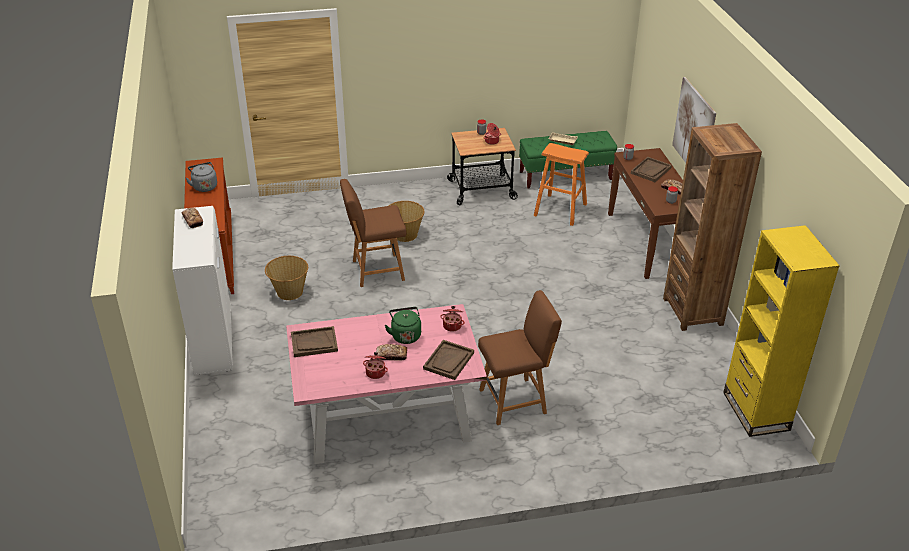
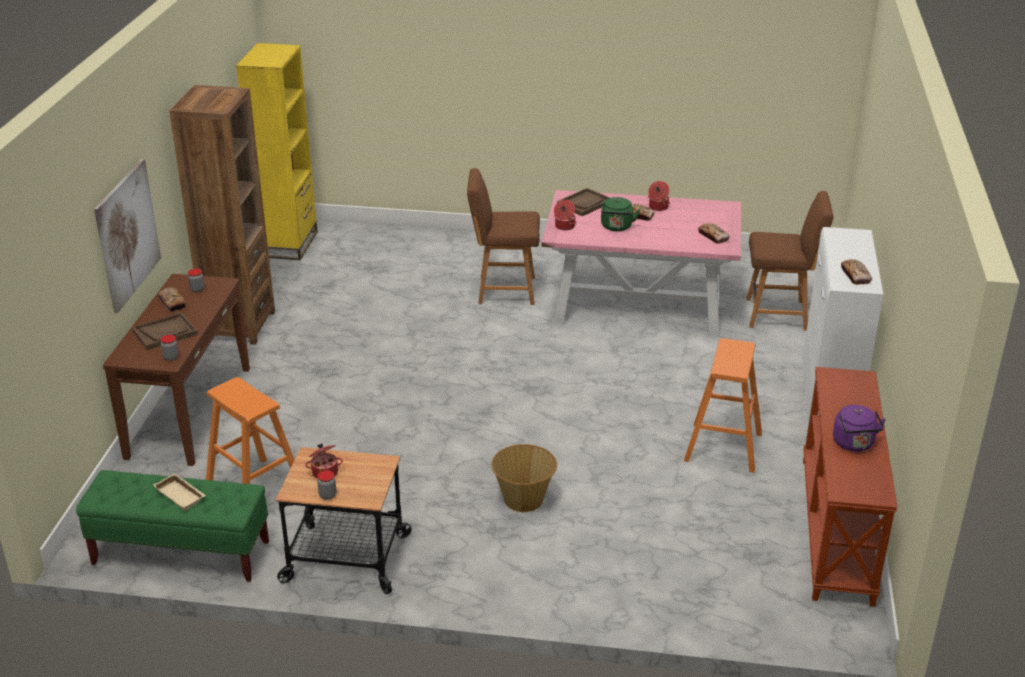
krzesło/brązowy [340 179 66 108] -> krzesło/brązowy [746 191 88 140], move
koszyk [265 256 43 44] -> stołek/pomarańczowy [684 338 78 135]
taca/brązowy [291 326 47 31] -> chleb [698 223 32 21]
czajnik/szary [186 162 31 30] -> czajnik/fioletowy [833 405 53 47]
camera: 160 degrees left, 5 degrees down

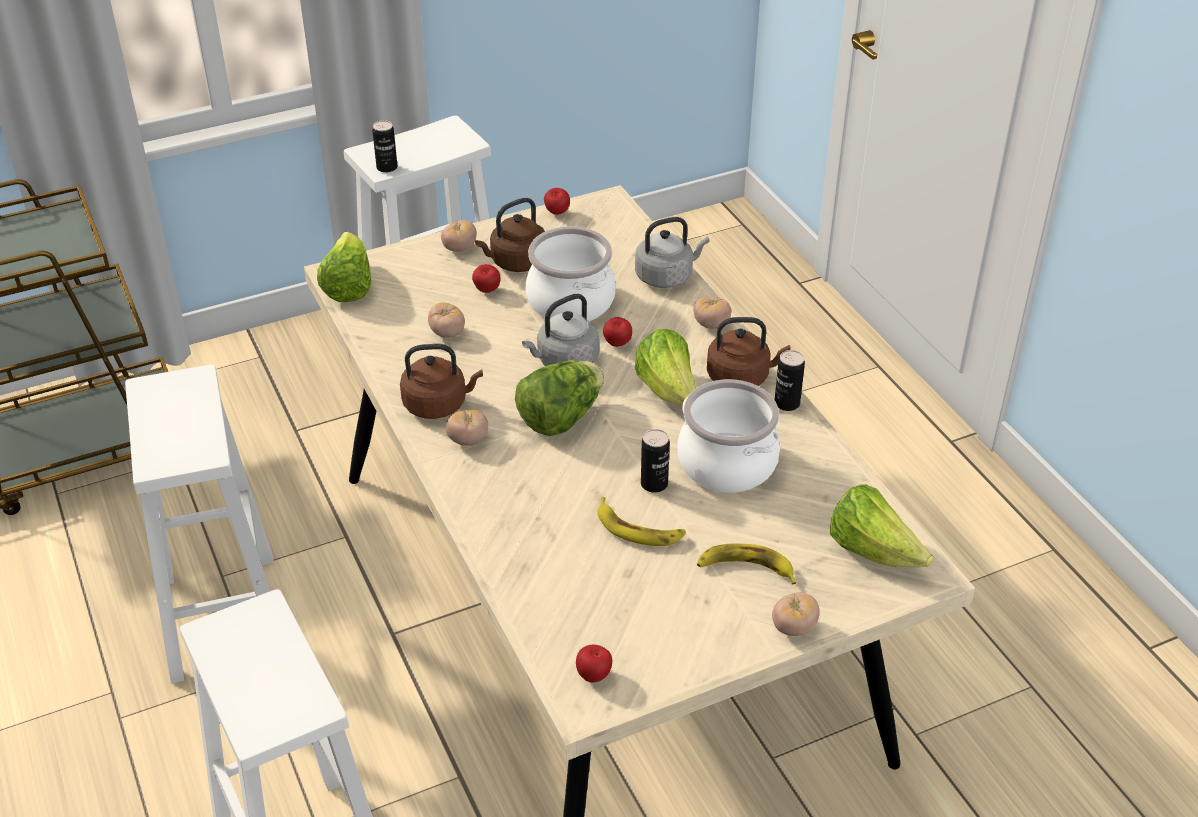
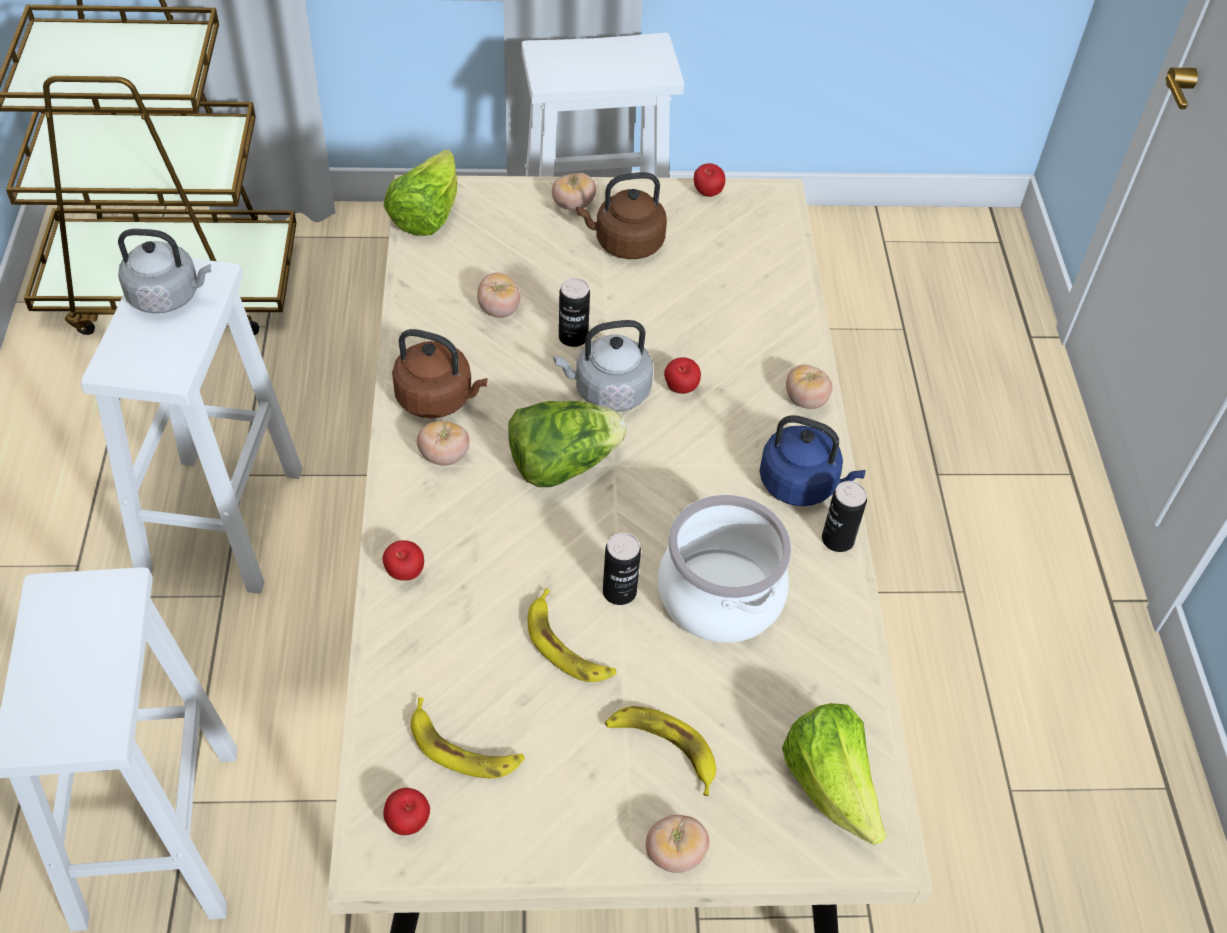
garnek [526 226 90 95] -> none
sałata [635 329 61 77] -> none
none -> banan [411 697 114 81]
puszka [372 120 25 53] -> puszka [559 278 31 69], move
jabłko [472 264 28 29] -> jabłko [383 540 41 41], move
czajnik/szary [635 217 74 71] -> czajnik/szary [118 229 93 85], move
czajnik/brązowy [707 317 84 69] -> czajnik/niebieski [759 415 107 91]
camera: 20 degrees right, 10 degrees up

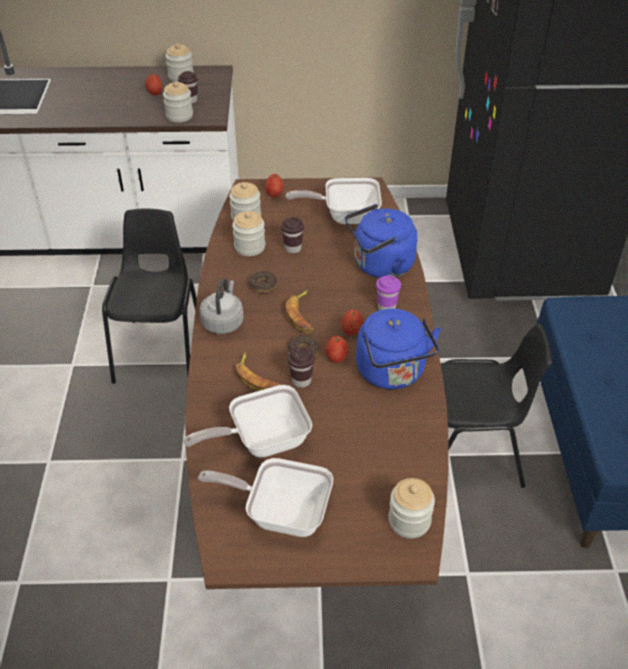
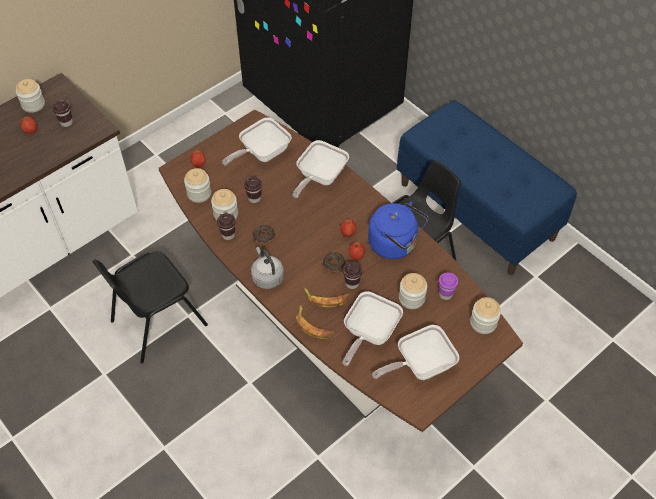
none -> filiżanka/brązowy [217 213 19 27]
słoik [163 81 30 41] -> słoik [399 273 28 36], move
banan [286 290 28 42] -> banan [296 305 38 34], move
filiżanka/fioletowy [376 275 25 35] -> filiżanka/fioletowy [439 273 19 27], move
czajnik/niebieski [345 204 73 74] -> patelnia [293 140 56 58]
krzesło/czarny [102 209 95 175] -> krzesło/czarny [92 251 116 113], 90 degrees counterclockwise
camera: 40 degrees left, 10 degrees up

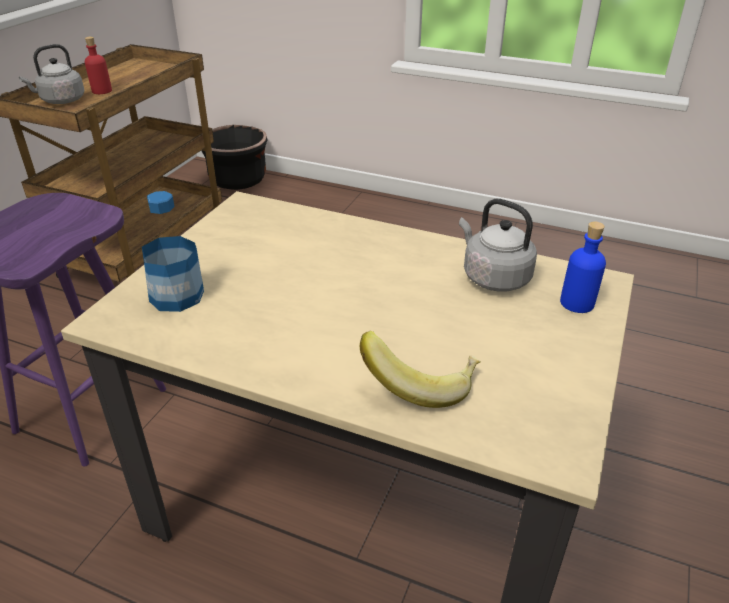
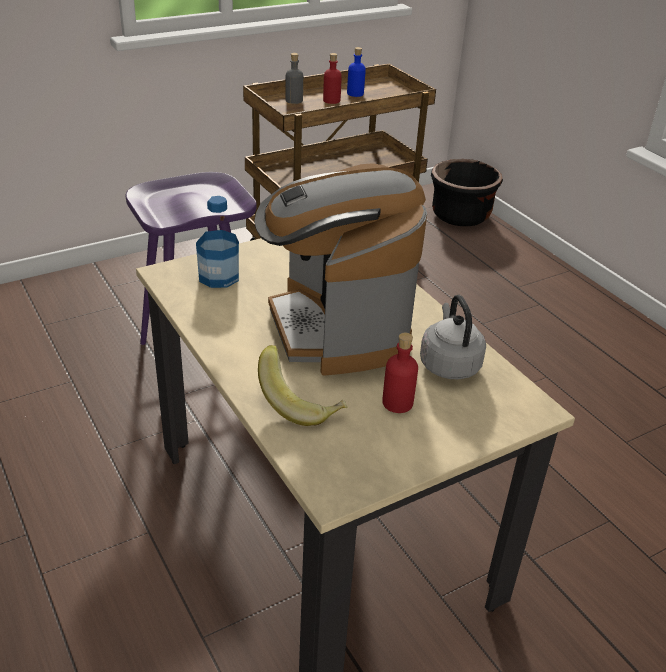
none -> ekspres do kawy [254 163 173 213]
none -> butelka/czerwony [382 333 36 80]
butelka/niebieski [560 221 46 92] -> butelka/niebieski [347 47 19 50], move
czajnik/szary [19 44 66 60] -> butelka/szary [286 53 17 51]
camera: 35 degrees right, 0 degrees up

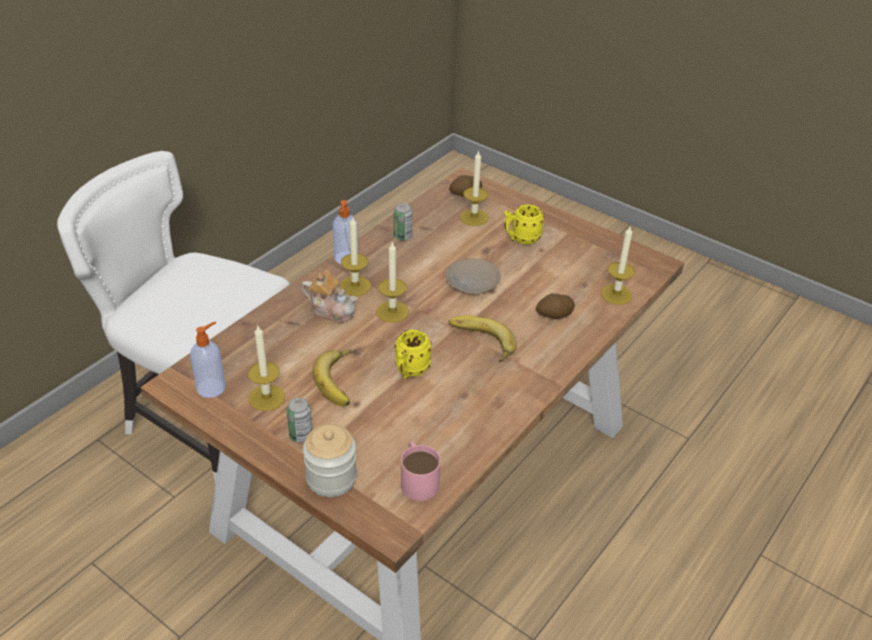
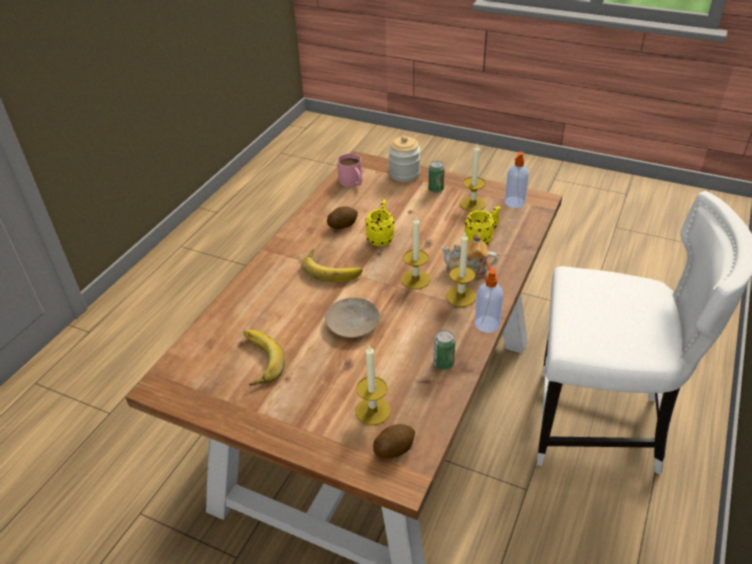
świeca [601 226 34 79] -> none
banan [312 350 44 56] -> banan [244 330 41 56], move
kubek/żółty [504 204 41 41] -> kubek/żółty [465 206 36 39], move
ziemniak [536 293 39 26] -> ziemniak [327 206 31 23], move
camera: 170 degrees right, 0 degrees up

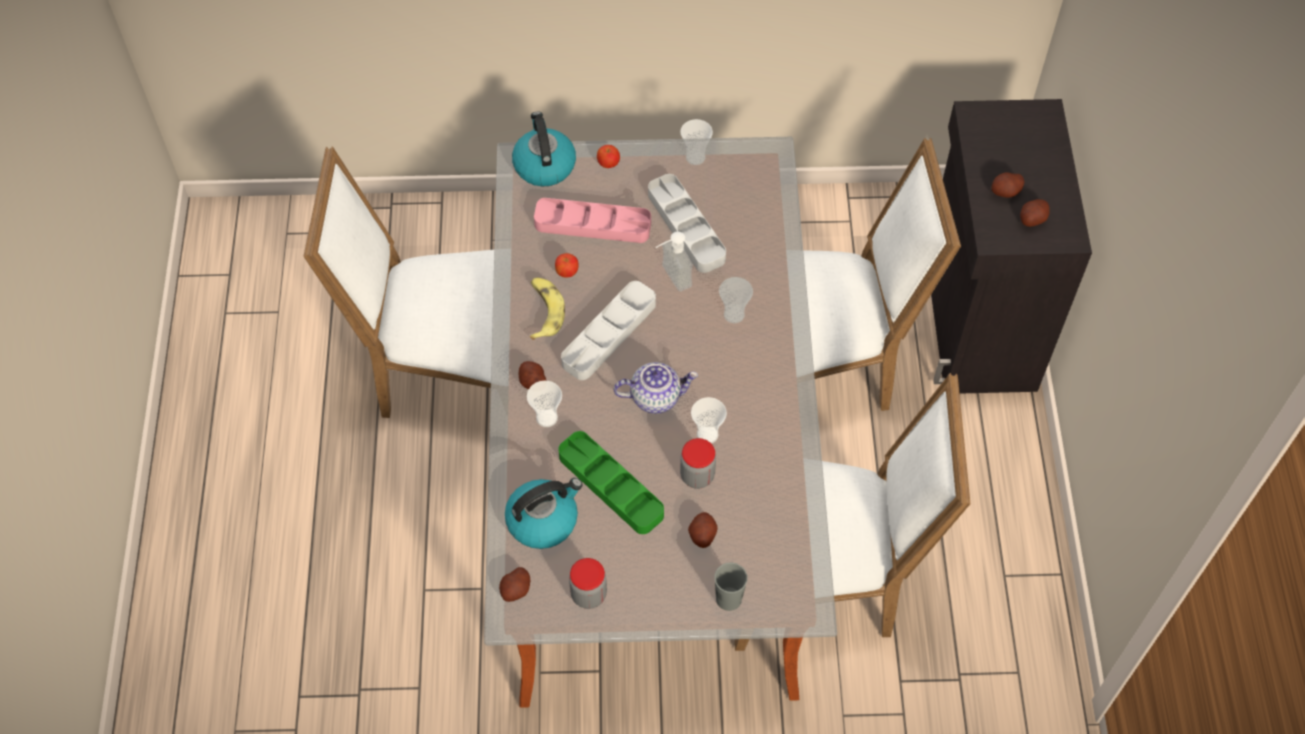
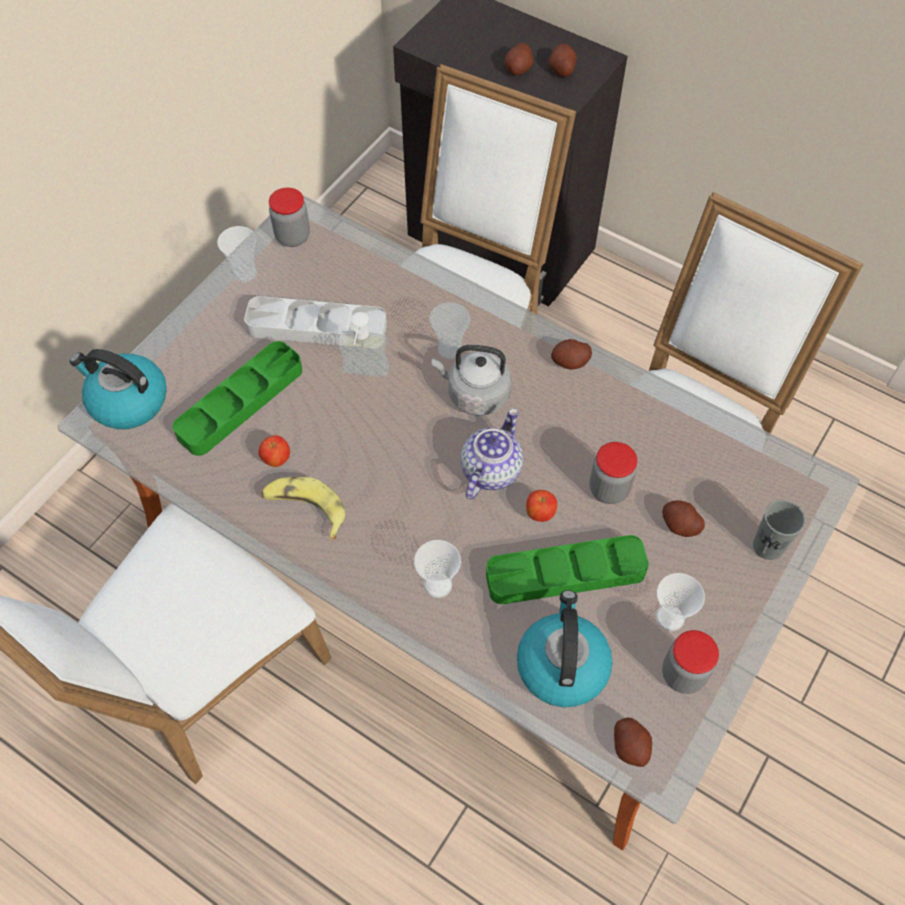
taca/szary [561 281 95 99] -> none
none -> słoik [269 188 41 59]
none -> czajnik/szary [432 345 79 70]
ziemniak [519 361 28 29] -> ziemniak [551 339 41 30], move
jabłko [597 145 23 23] -> jabłko [526 490 31 32], move
filiżanka [691 397 36 46] -> filiżanka [656 573 49 58], move
taca/różowy [534 198 117 45] -> taca/zielony [173 341 129 115]
camera: 55 degrees left, 0 degrees up

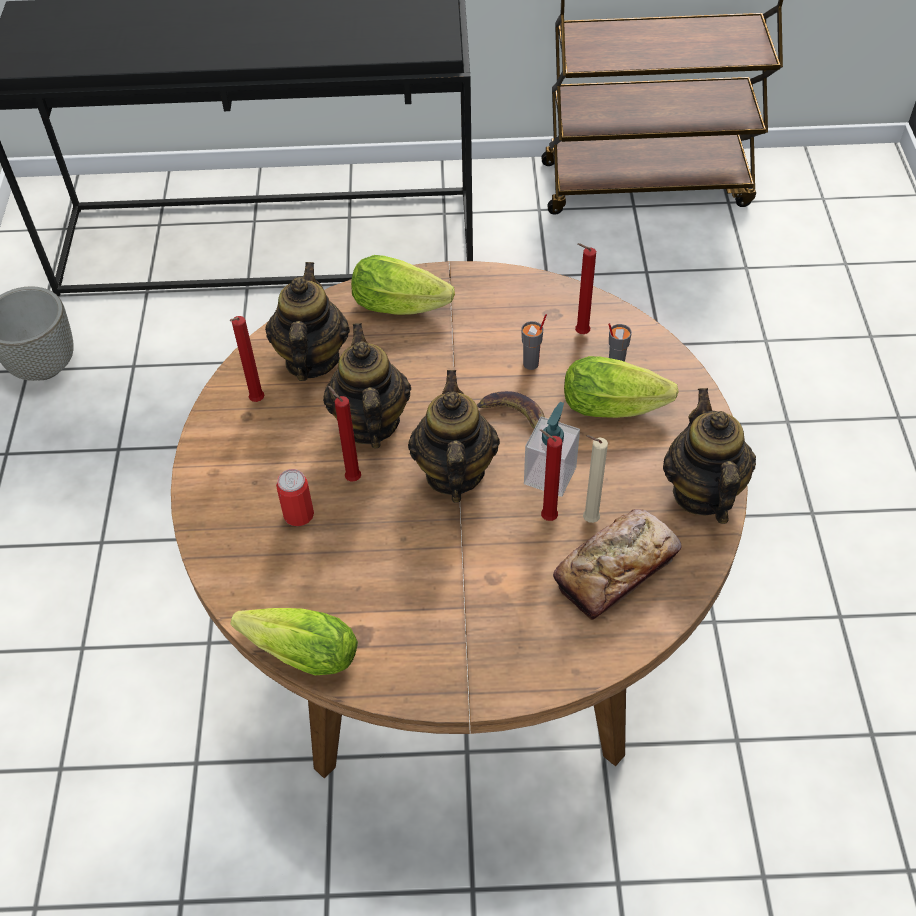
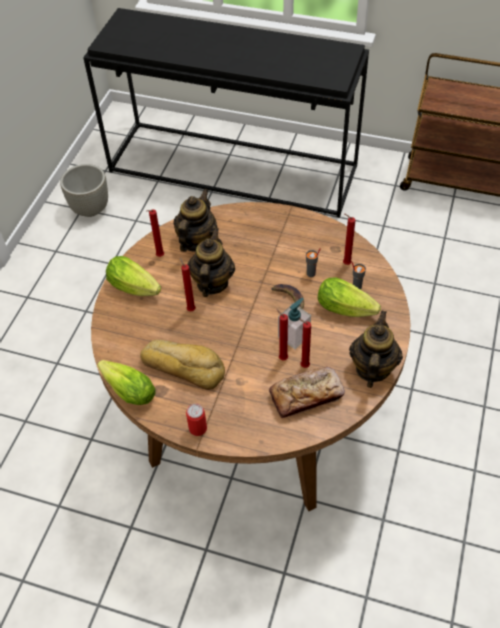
imbryk [408 370 92 133] -> none
none -> chleb [140 340 85 50]
puszka [276 469 38 57] -> puszka [186 404 21 32], move
sałata [351 255 104 60] -> sałata [106 256 55 40], move
świeca/beżowy [583 435 25 88] -> świeca/czerwony [299 318 12 50]
camera: 20 degrees right, 0 degrees up

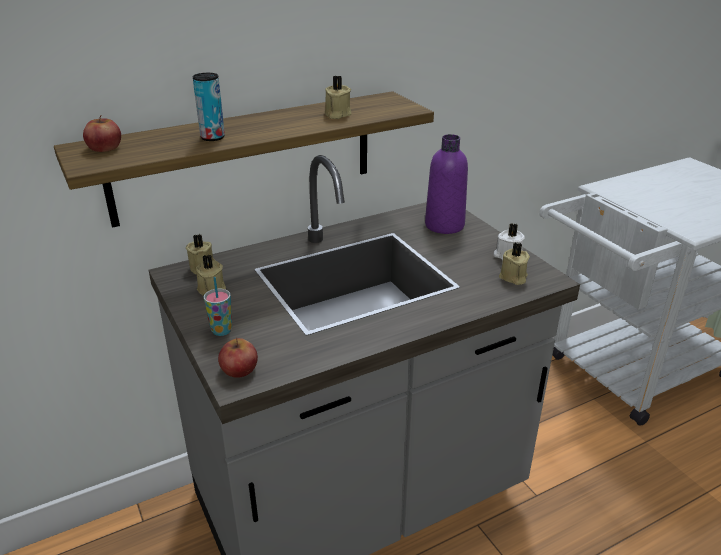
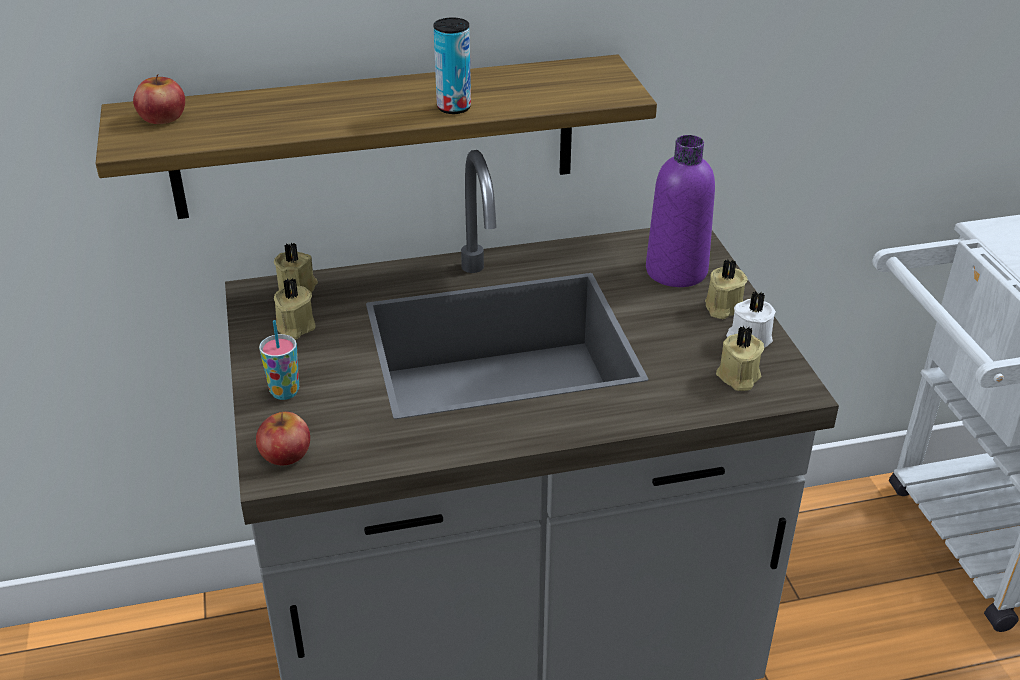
puszka [193 73 32 68] -> puszka [434 18 37 96], move
świeca/beżowy [324 76 28 43] -> świeca/beżowy [705 259 43 60], move
camera: 15 degrees right, 5 degrees up

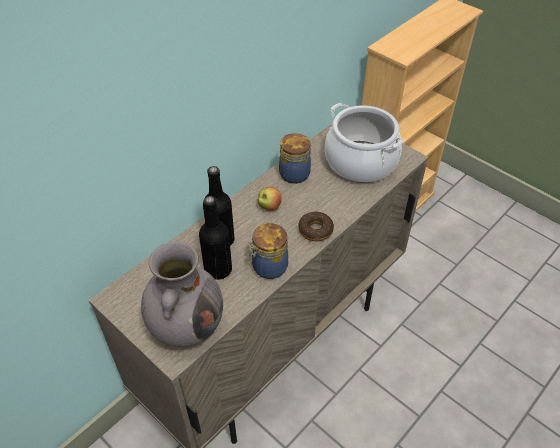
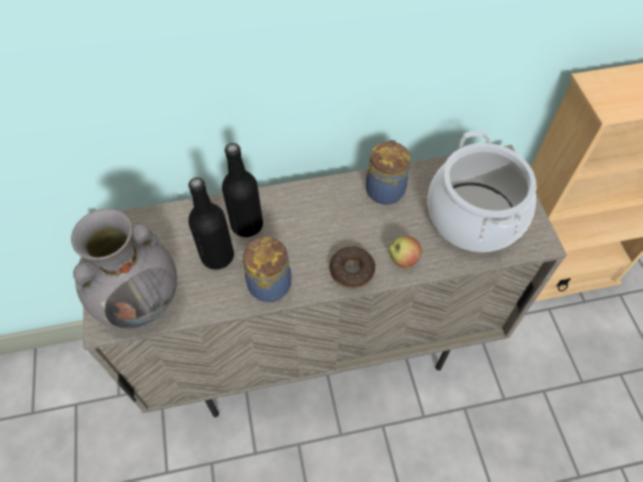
jabłko [258 187 24 24] -> jabłko [389 236 33 32], move
camera: 35 degrees right, 10 degrees up

